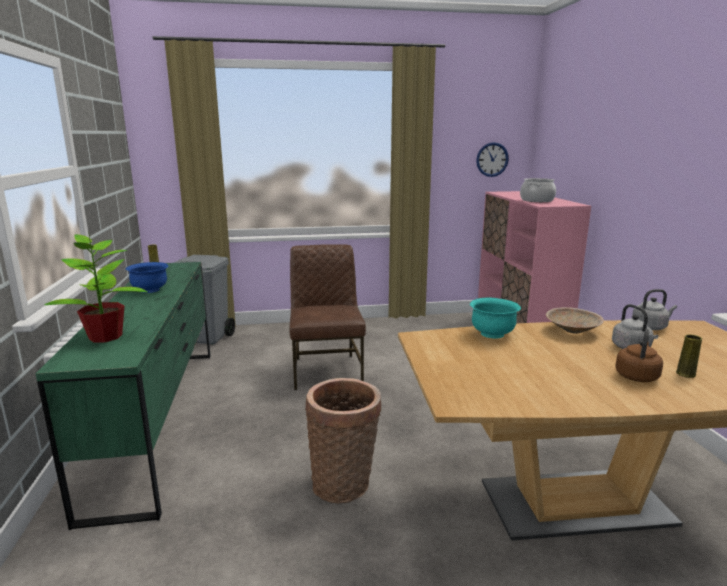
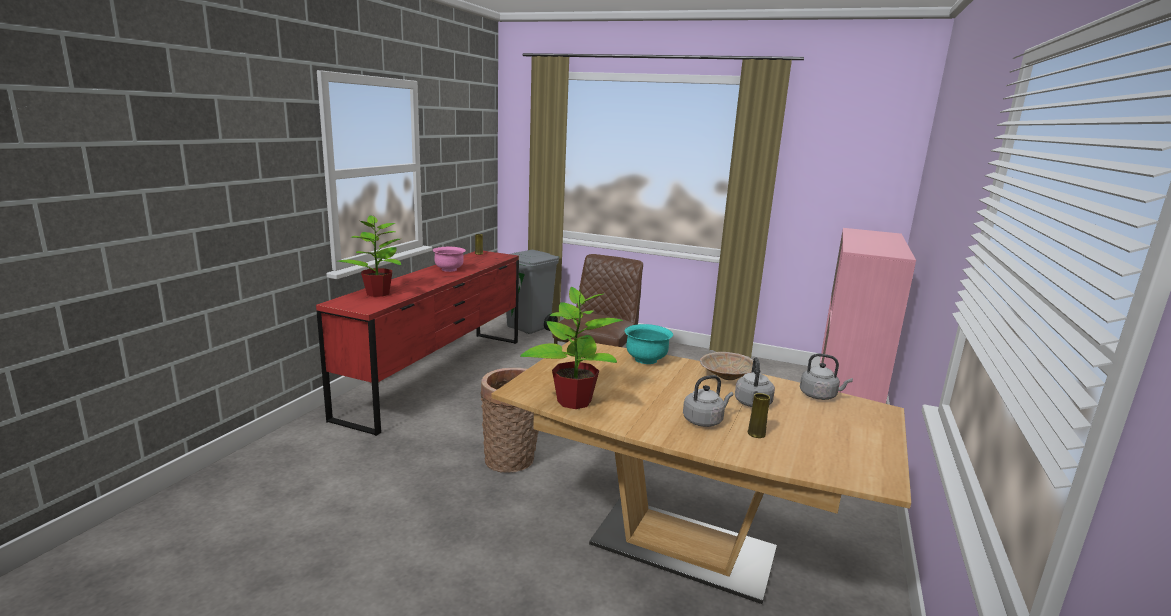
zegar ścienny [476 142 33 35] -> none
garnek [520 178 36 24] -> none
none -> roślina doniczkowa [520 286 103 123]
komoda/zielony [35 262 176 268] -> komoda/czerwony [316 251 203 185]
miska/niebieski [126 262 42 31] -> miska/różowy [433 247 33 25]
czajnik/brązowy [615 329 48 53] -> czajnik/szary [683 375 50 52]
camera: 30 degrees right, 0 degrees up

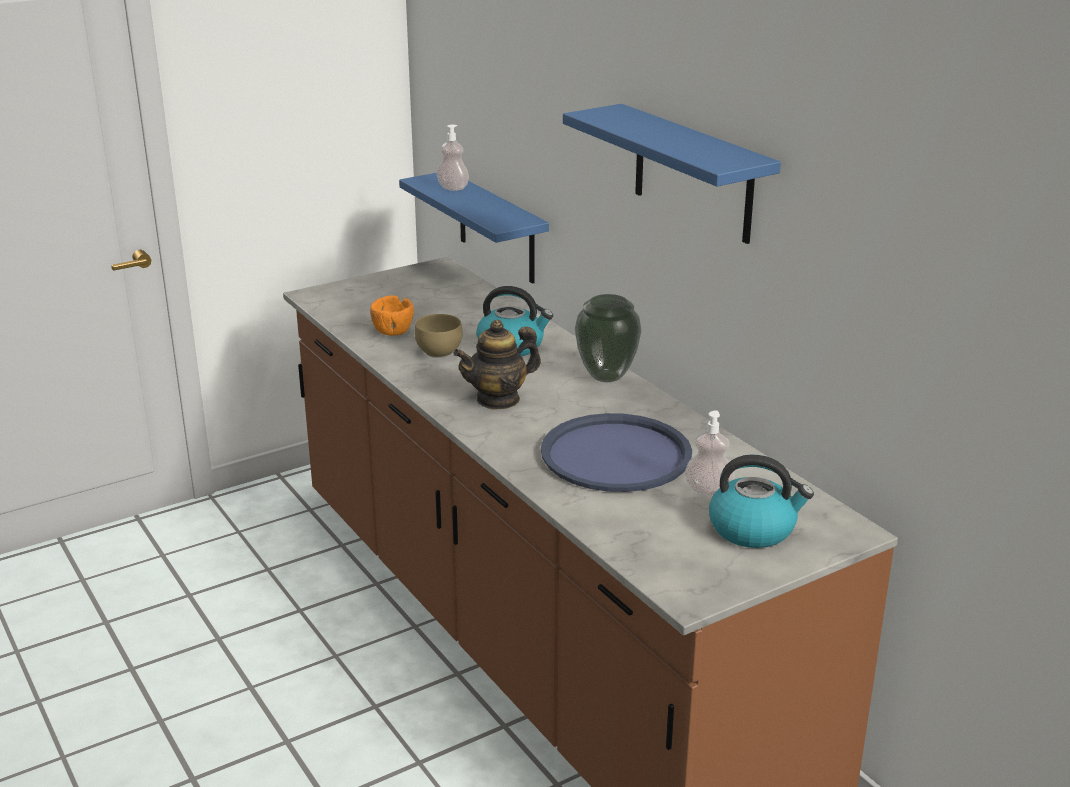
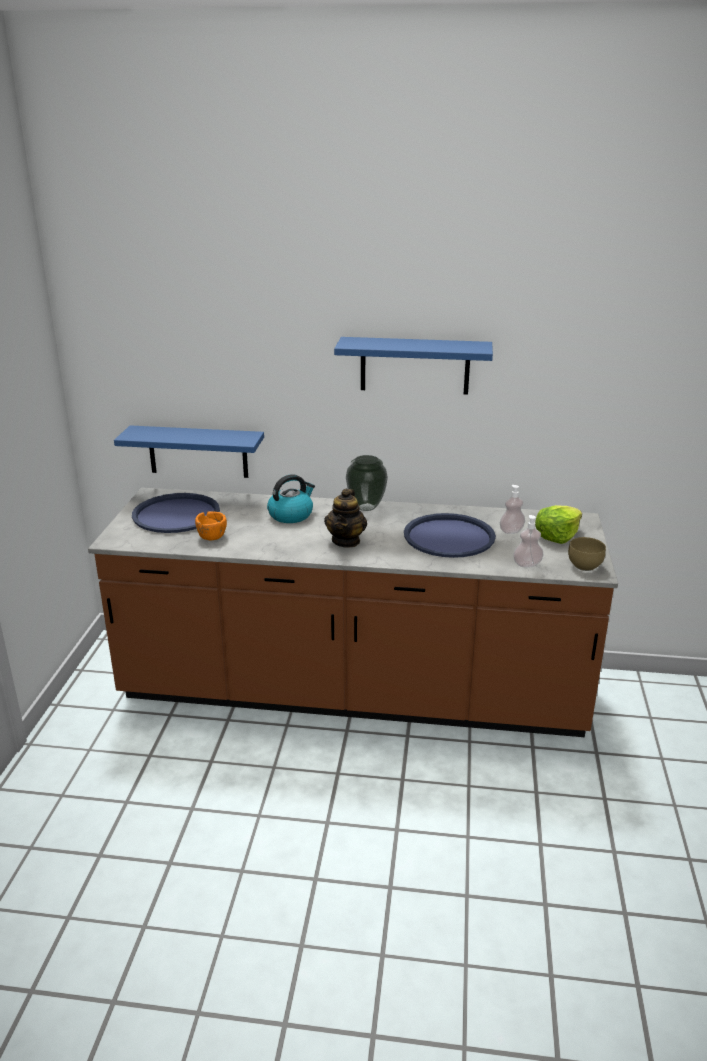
none -> taca/niebieski [132 493 88 40]
miska/brązowy [414 314 48 44] -> miska/brązowy [568 537 38 34], move
dozownik mydła [437 125 32 66] -> dozownik mydła [513 515 31 53], move
czajnik [709 454 105 94] -> sałata [535 505 47 39]
camera: 50 degrees left, 0 degrees up

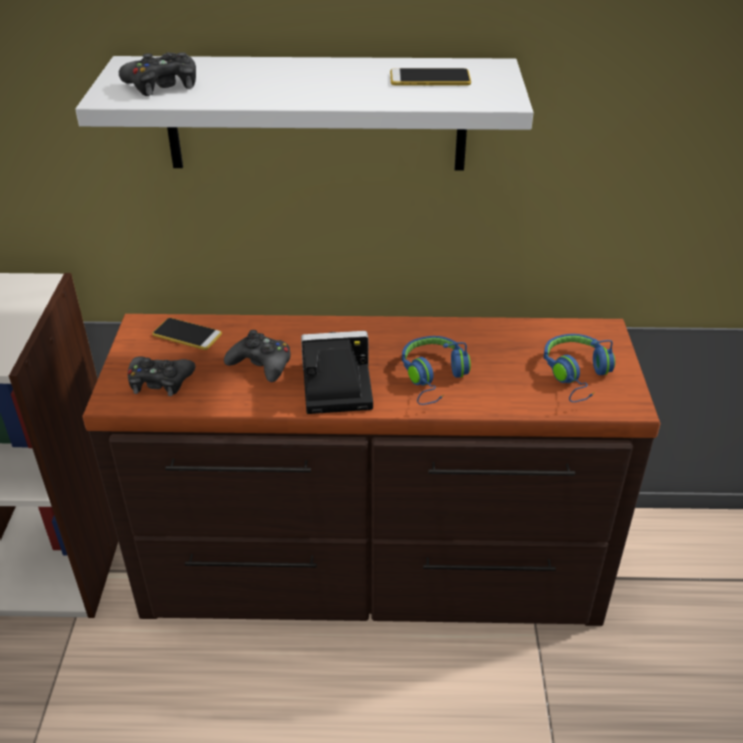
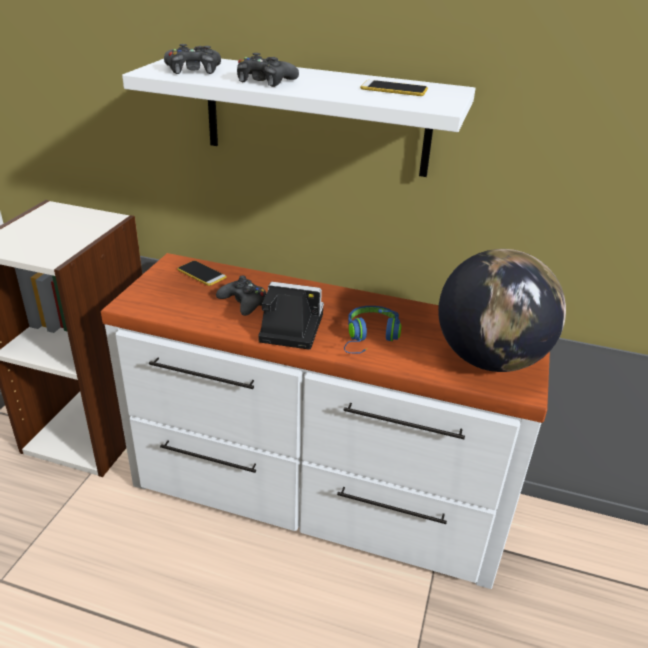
pad do gier/czarny [128 356 67 40] -> pad do gier/czarny [237 53 62 34], move
słuchawki/niebieski [544 334 71 68] -> globus [438 249 128 123]
komoda/brązowy [82 314 579 312] -> komoda/biały [101 253 449 336]
camera: 15 degrees right, 5 degrees down

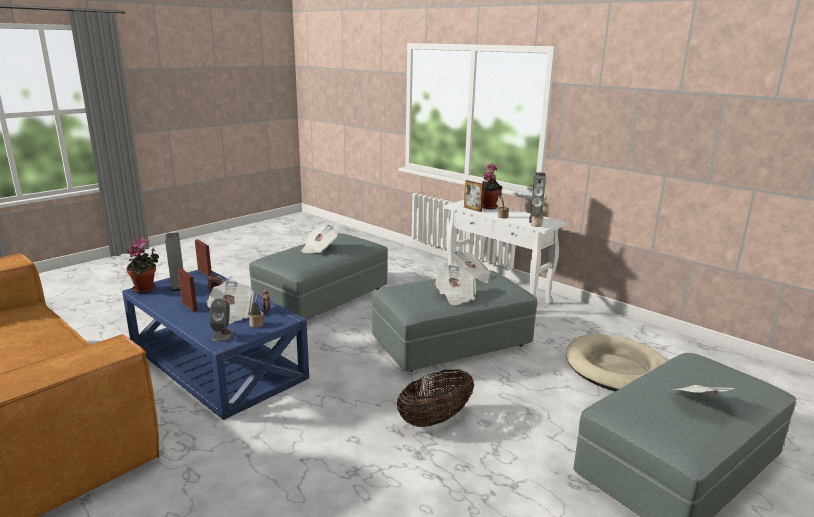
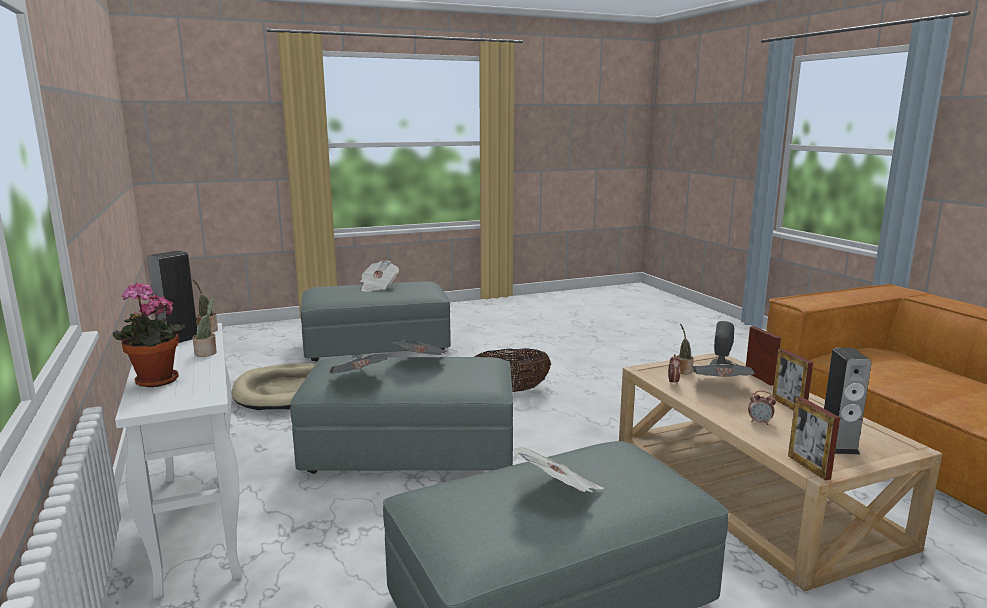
roślina doniczkowa [126 237 33 56] -> none
ramka na zdjęcie [464 180 20 32] -> ramka na zdjęcie [746 326 35 59], move
ława/niebieski [122 270 187 150] -> ława/beżowy [619 353 323 238]
camera: 155 degrees left, 5 degrees down

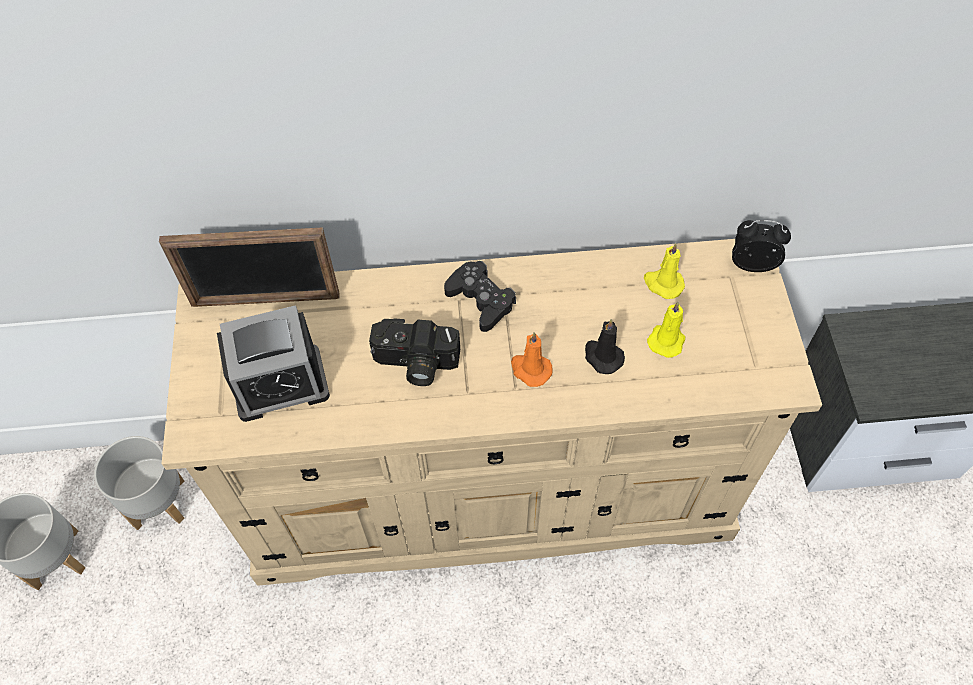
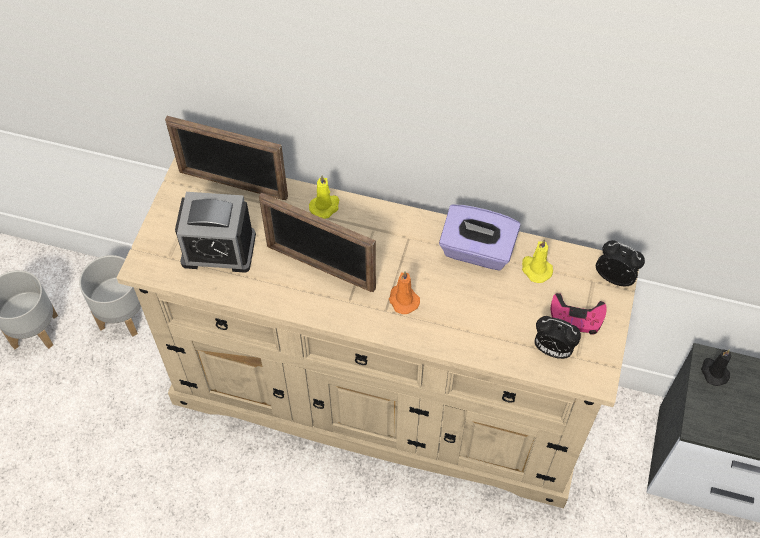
pad do gier/czarny [444 261 72 71] -> none
none -> pudełko chusteczek/fioletowy [439 205 81 65]
none -> budzik [534 316 47 43]
none -> pad do gier/różowy [550 293 56 42]
świeca/czarny [585 319 40 55] -> świeca/czarny [701 349 30 37], move
świeca/żółty [647 302 38 56] -> świeca/żółty [309 175 31 44], move
aparat fotograficzny [369 318 91 68] -> ramka na zdjęcie [259 192 117 100]
camera: 20 degrees right, 0 degrees up

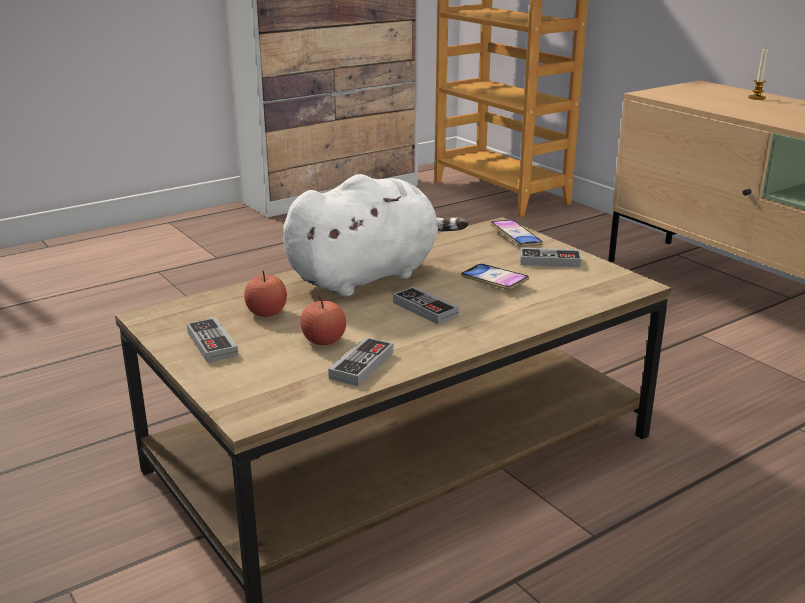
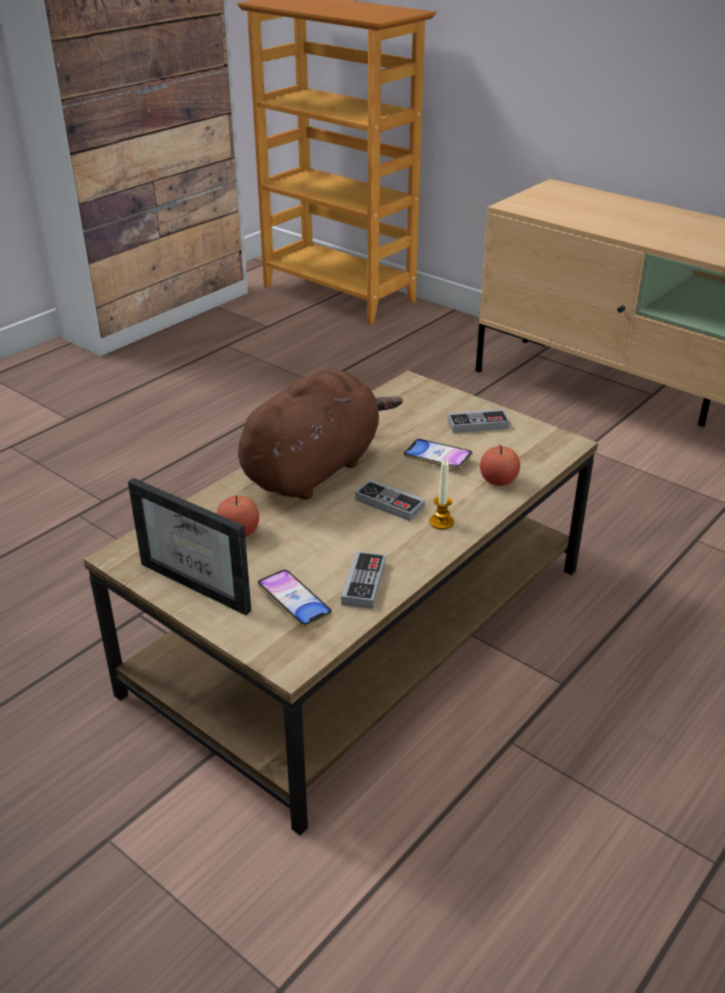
jabłko [300 296 46 49] -> jabłko [480 445 40 41], move
telefon [490 220 53 27] -> telefon [257 570 75 57], move
świeca [748 47 20 53] -> świeca [429 460 25 70], move
pad do gier [187 317 51 46] -> ramka na zdjęcie [128 478 123 137]
pluszak/biały [283 174 185 123] -> pluszak/brązowy [238 369 165 131]
camera: 15 degrees left, 10 degrees up

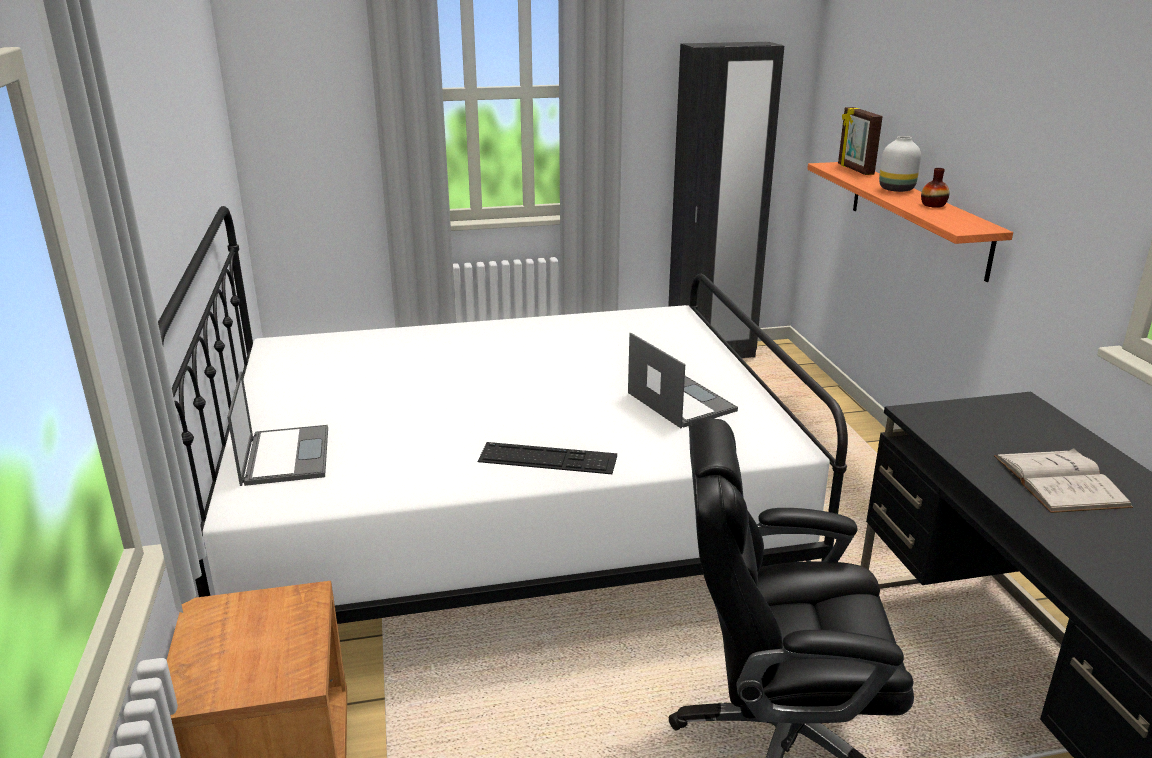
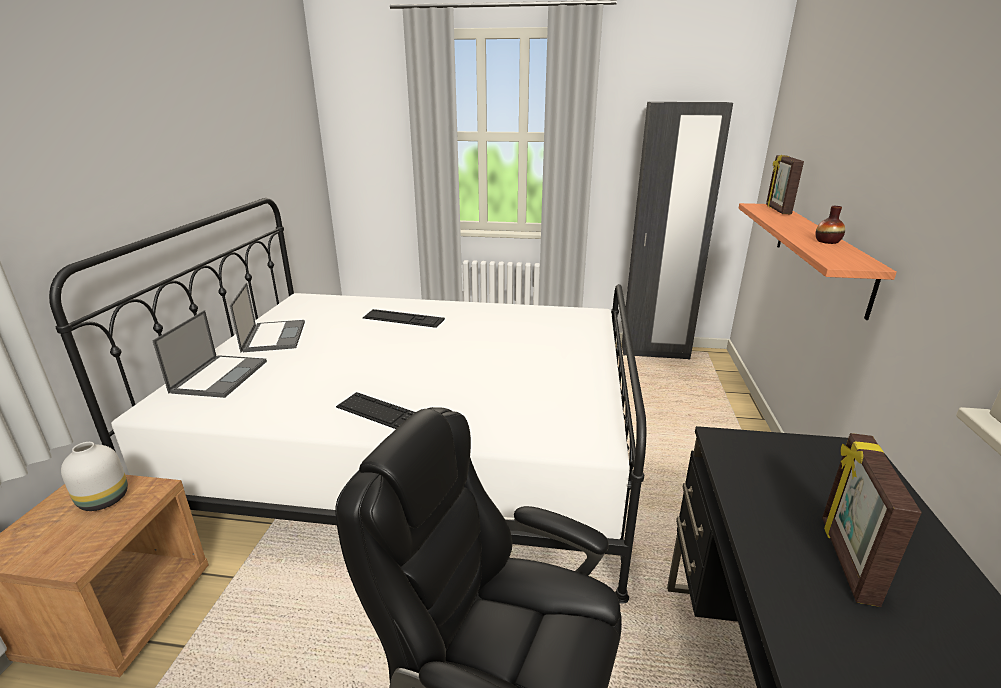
none -> klawiatura [363 309 82 19]
laptop [628 333 110 95] -> laptop [230 283 75 70], move
wazon/biały [879 136 42 56] -> wazon/biały [61 442 67 69], move
książka/biały [994 448 139 65] -> ramka na zdjęcie [822 433 99 174]
camera: 20 degrees right, 0 degrees up

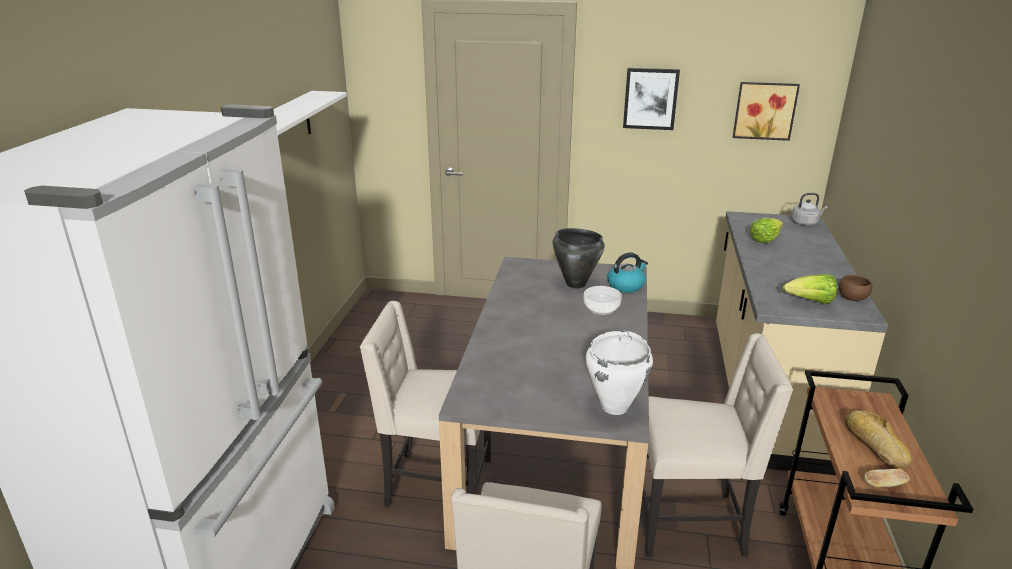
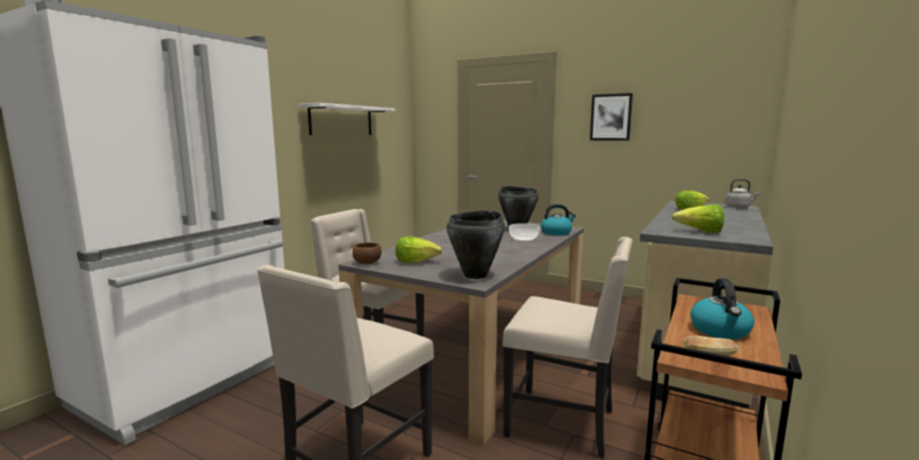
obraz [733 82 67 59] -> none
none -> sałata [395 236 47 27]
miska/brązowy [839 275 34 26] -> miska/brązowy [352 243 30 21], move
chleb [845 410 67 58] -> czajnik [690 278 64 61]
garnek/biały [586 330 67 85] -> garnek/czarny [447 210 58 69]
camera: 20 degrees right, 15 degrees down

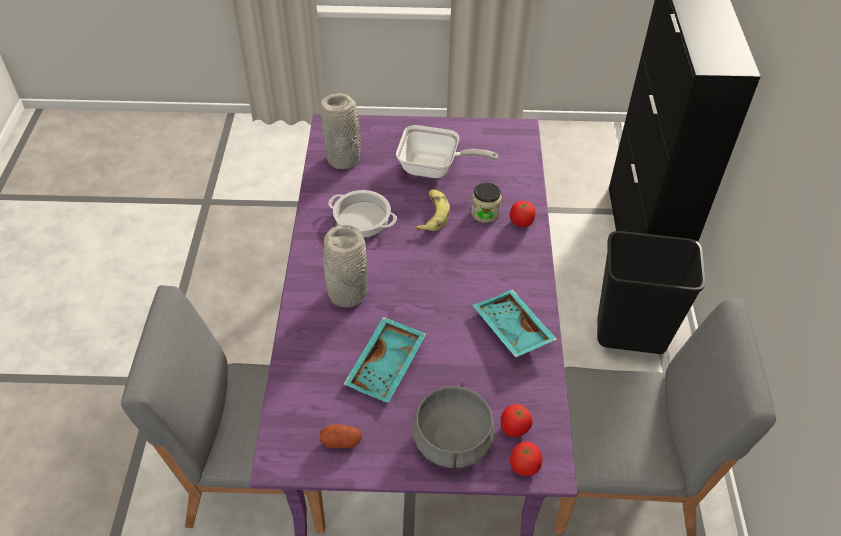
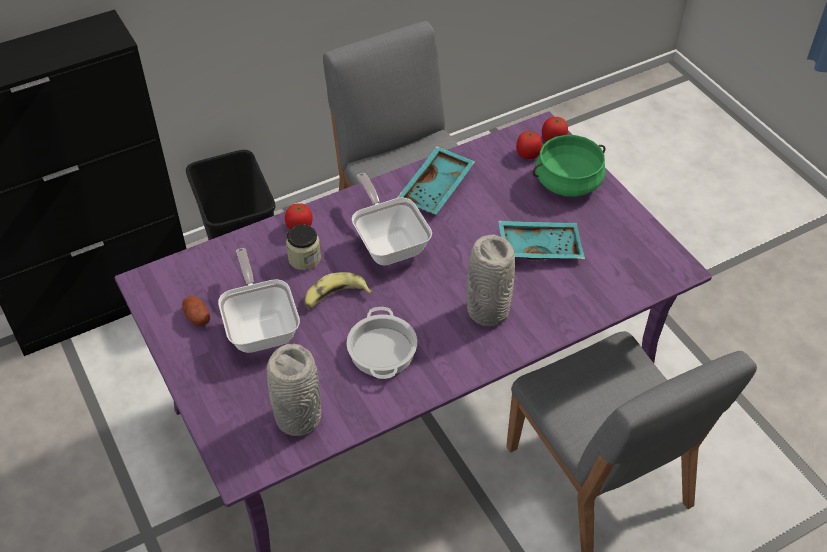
none -> patelnia [352 173 80 93]
ziemniak [320 424 42 24] -> ziemniak [182 296 28 30], move
garnek/szary [412 382 83 89] -> garnek/zielony [533 135 73 62]
camera: 120 degrees left, 0 degrees up

